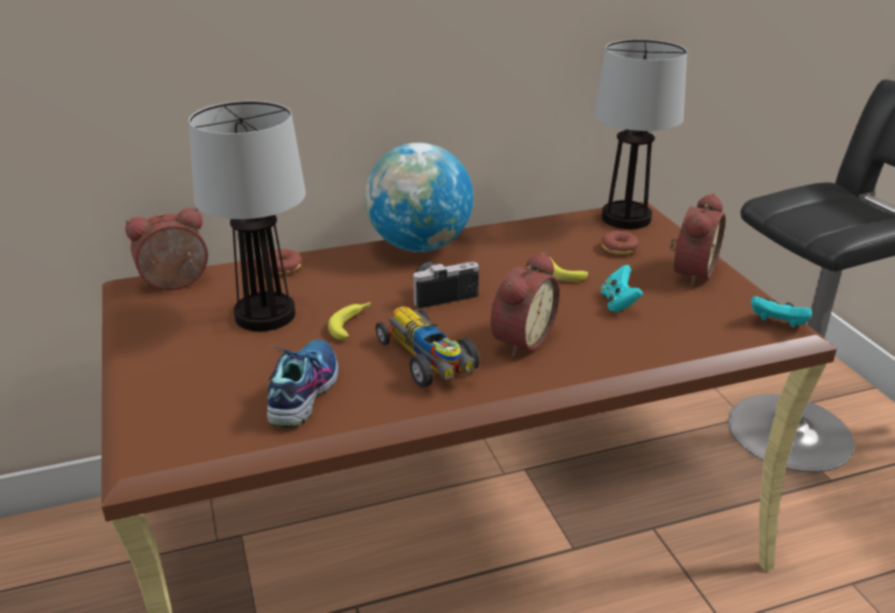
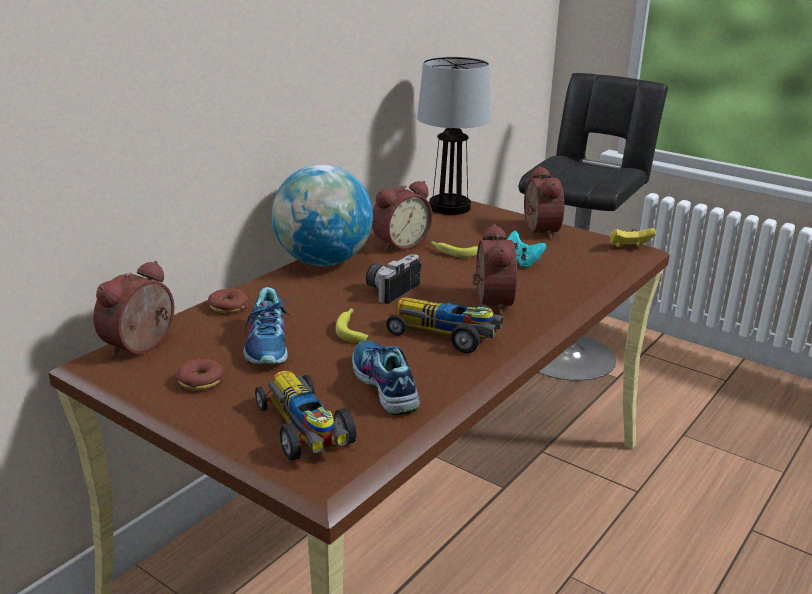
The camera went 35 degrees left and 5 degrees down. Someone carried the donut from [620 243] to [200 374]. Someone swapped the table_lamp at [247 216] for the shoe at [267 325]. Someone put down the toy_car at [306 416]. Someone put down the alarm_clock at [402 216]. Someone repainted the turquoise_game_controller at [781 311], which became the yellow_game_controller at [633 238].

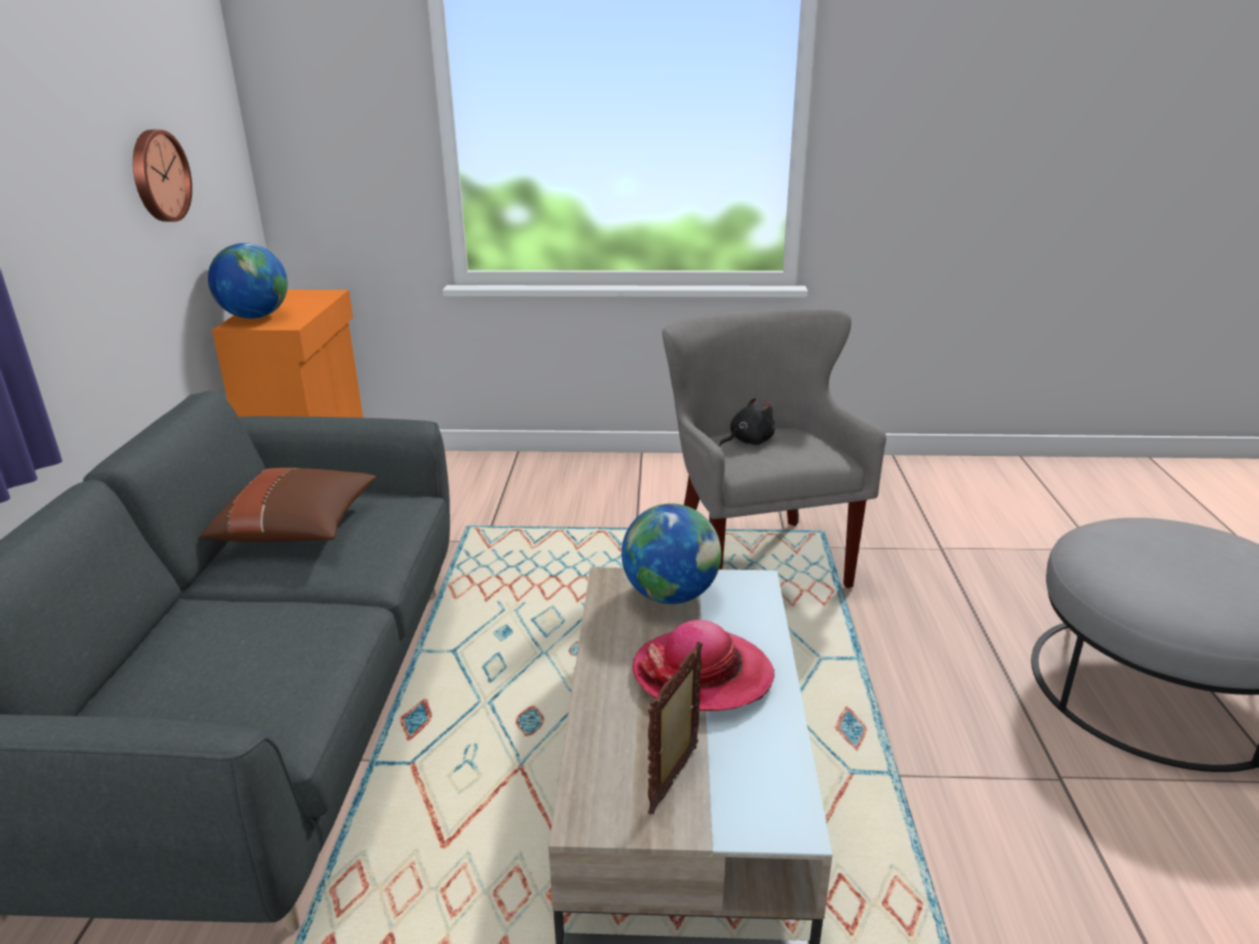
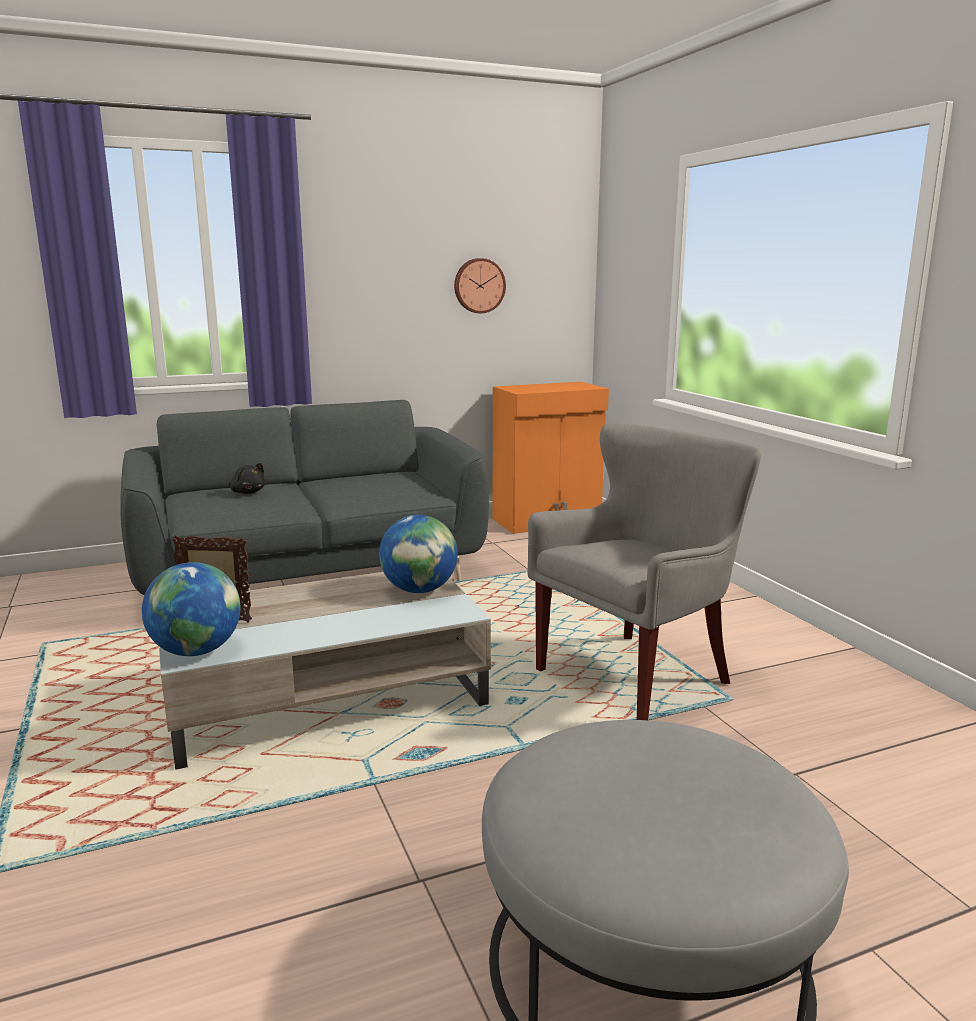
The camera went 65 degrees right and 10 degrees down. Someone carried the globe from [248 281] to [191 609]. Someone carried the black_plush_toy from [747 422] to [247 478]. Someone took away the brown_pillow at [288 505]. Someone took away the hat at [703 665].

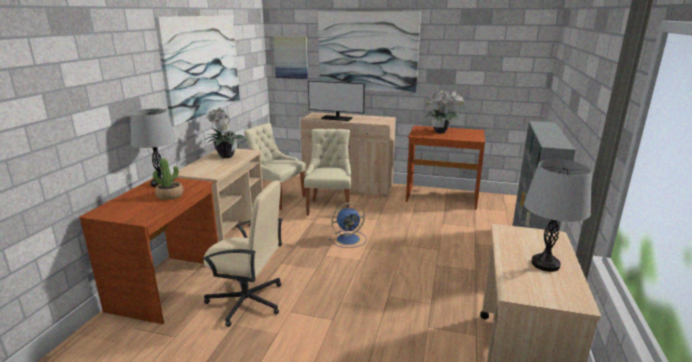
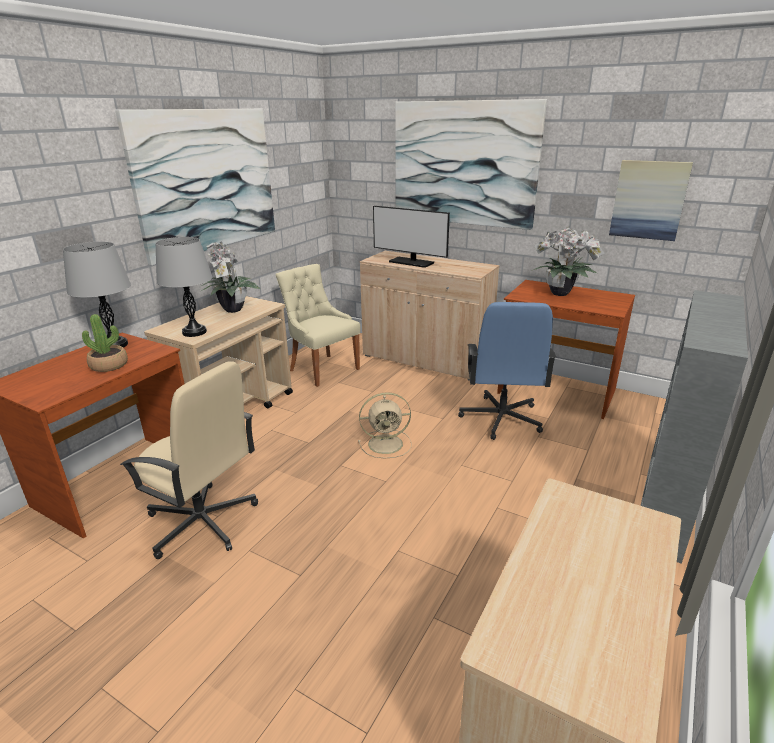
The camera went 15 degrees right and 5 degrees up. Someone carried the grey_table_lamp from [558 215] to [184 287]. Someone repainted the blue_fan at [347 225], which became the beige_fan at [385 425]. Someone put down the blue_office_chair at [507 371]. Someone carried the picture from [290 57] to [651 200]. Someone took away the beige_chair at [327 172].

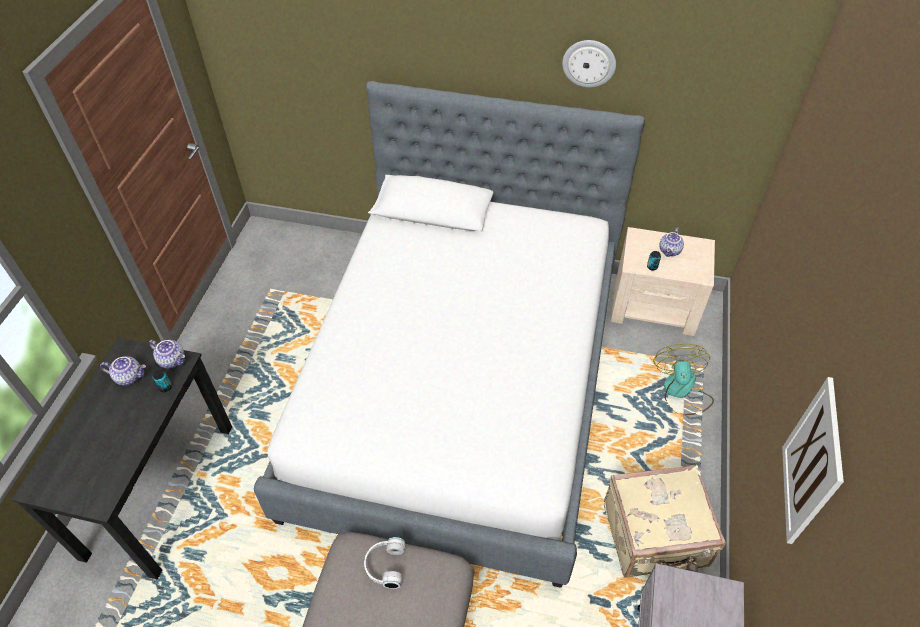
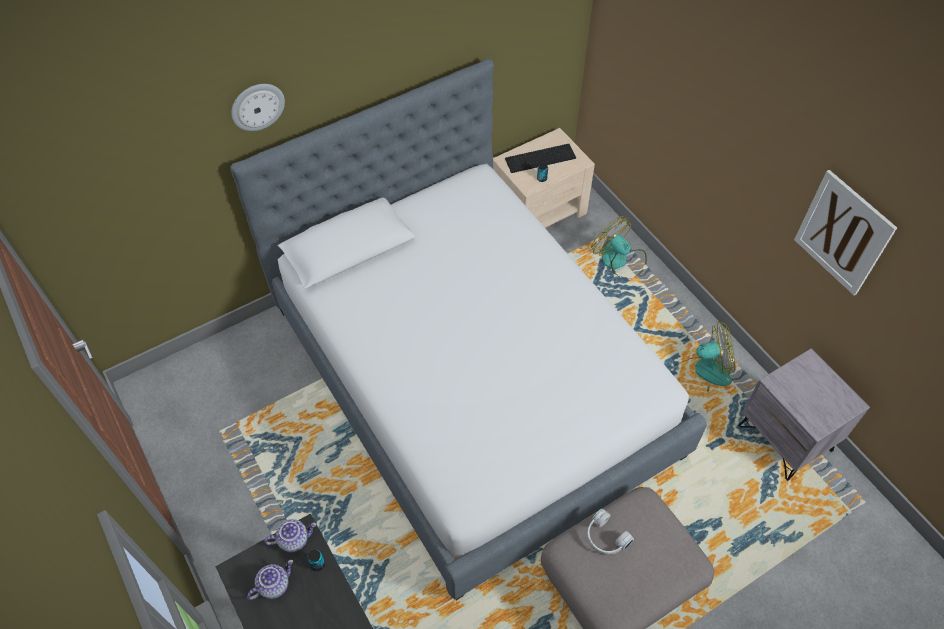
The camera went 45 degrees left and 5 degrees up. Someone carried the wall_clock from [589 64] to [258 107]. Someone swapped the teapot at [671 242] for the keyboard at [540 158]. Someone swapped the beige_suitcase at [665 521] for the fan at [706 357].

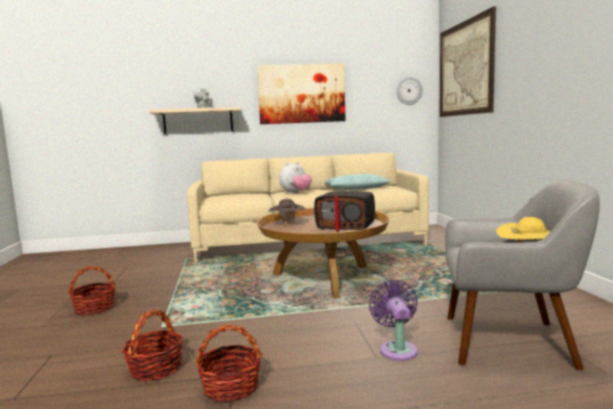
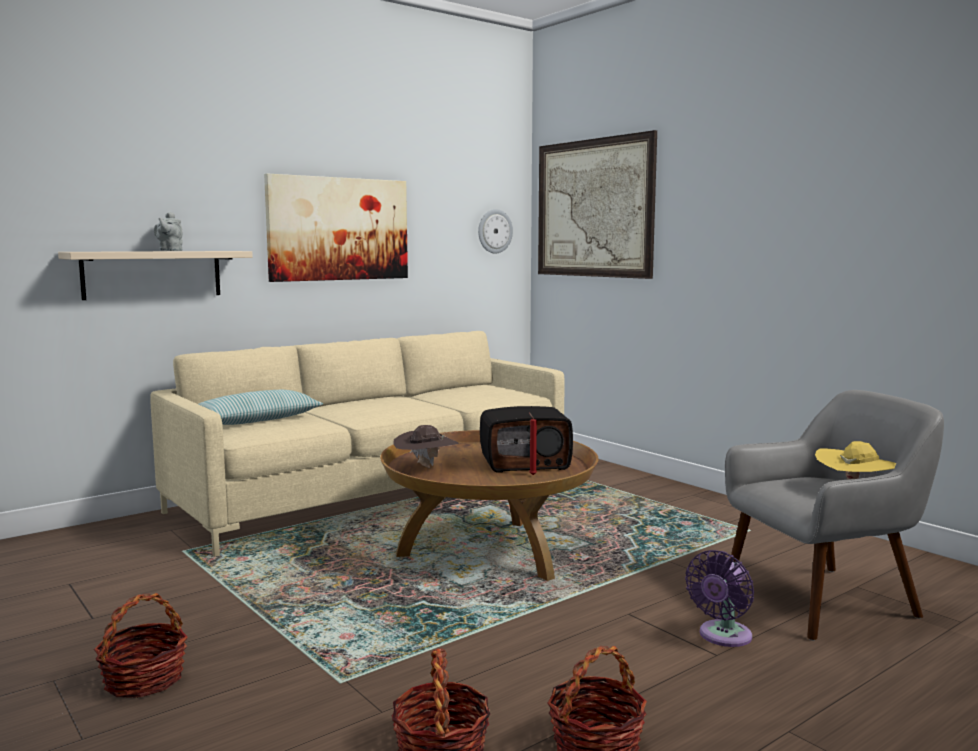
The camera went 30 degrees left and 0 degrees up. Someone carried the pillow from [358 182] to [261 407]. Someone rotated the purple_fan at [393 320] by 105 degrees counterclockwise. Someone took away the plush_toy at [295 178].

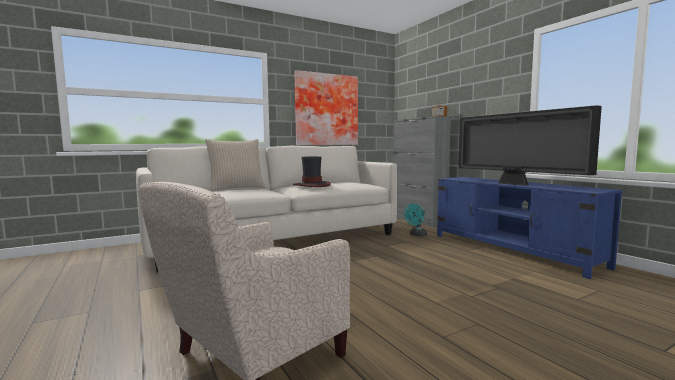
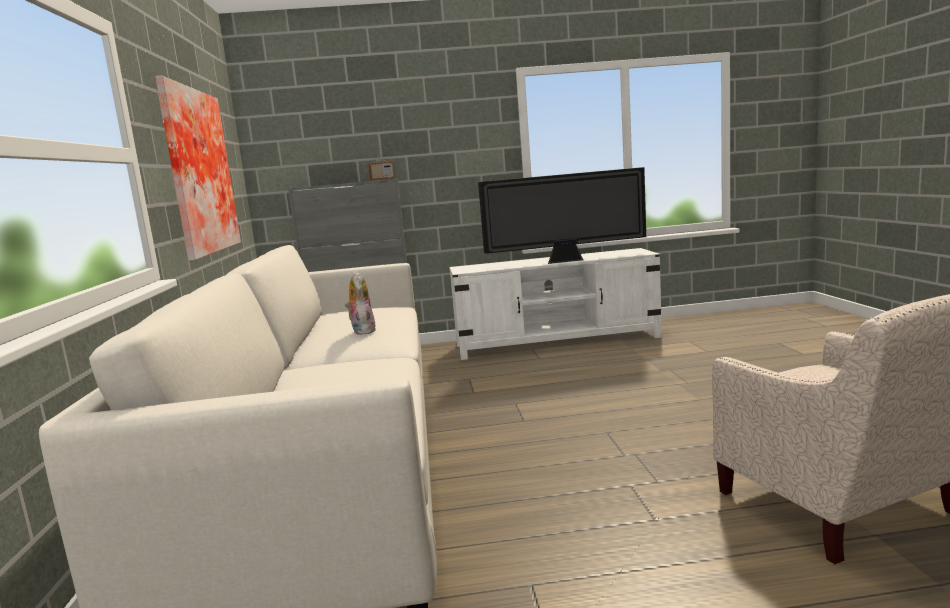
The camera went 65 degrees left and 5 degrees up. Someone swapped the hat at [312 171] for the plush_toy at [360 303]. Someone repainted the blue_tv_stand at [529 228], which became the white_tv_stand at [555 304]. Someone took away the beige_pillow at [235 165]. Someone took away the turquoise_fan at [415 219].

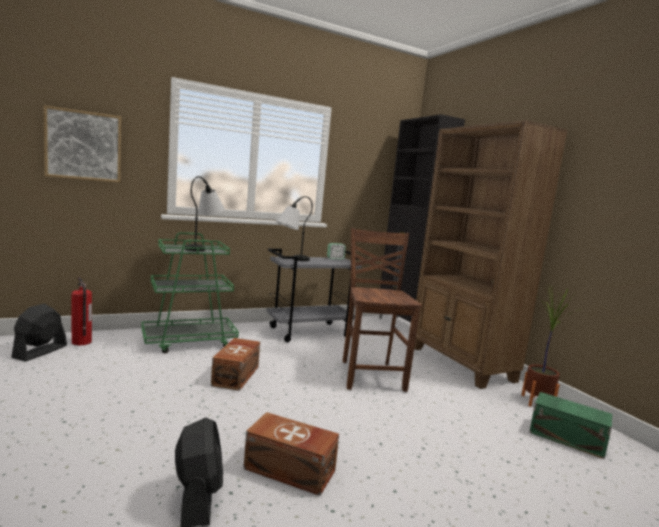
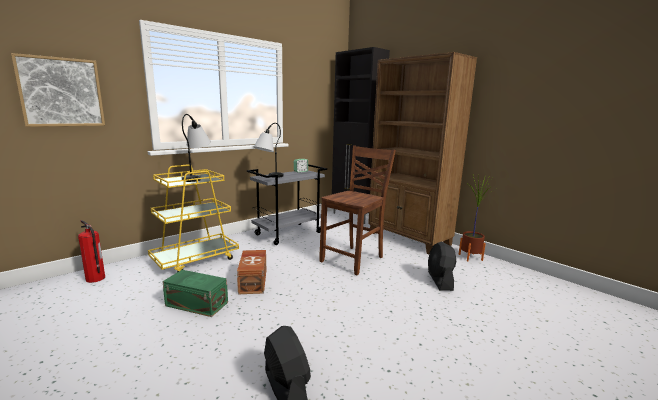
The camera went 15 degrees left and 5 degrees up. Someone repainted the green_cart at [190 292], which became the yellow_cart at [193 218]. Someone carried the green_storage_box from [570 425] to [195 293]. Someone rotated the brown_chair at [382 310] by 60 degrees clockwise. Someone carried the black_fan from [39 332] to [442 266]. Someone took away the brown_storage_box at [291 454].

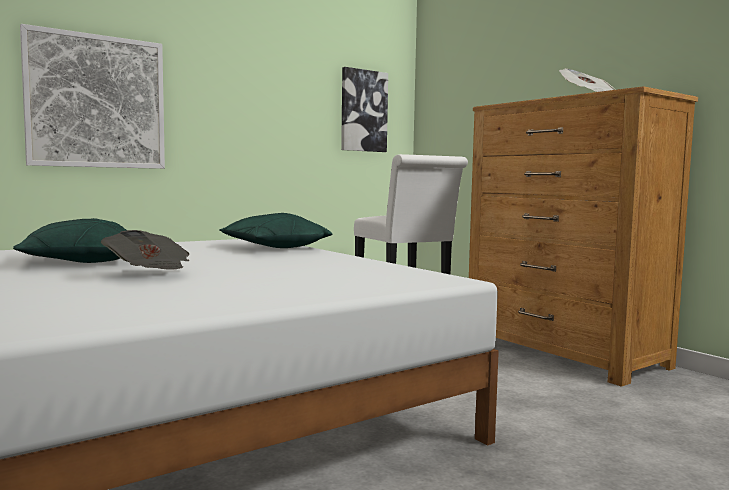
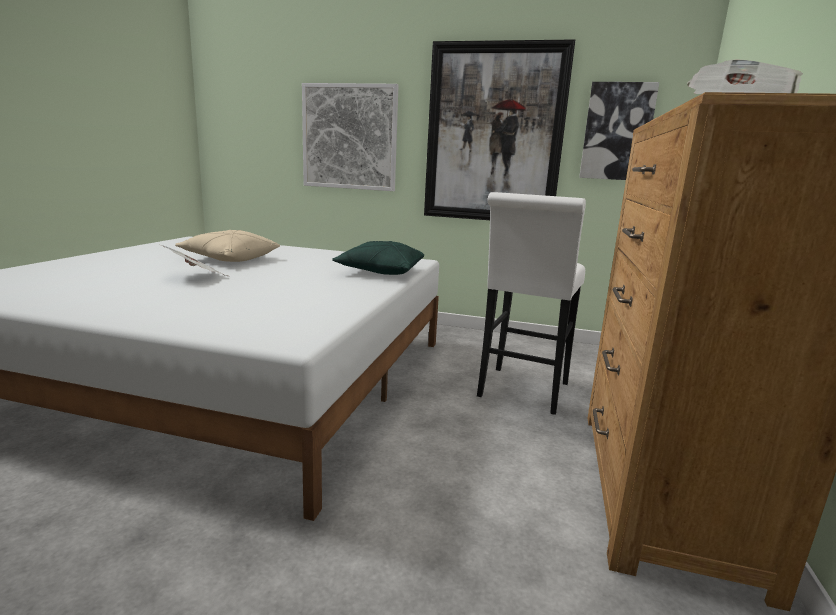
The camera went 50 degrees right and 10 degrees up. Someone repainted the green_pillow at [70 240], which became the beige_pillow at [227 246]. Someone put up the picture at [499 129].

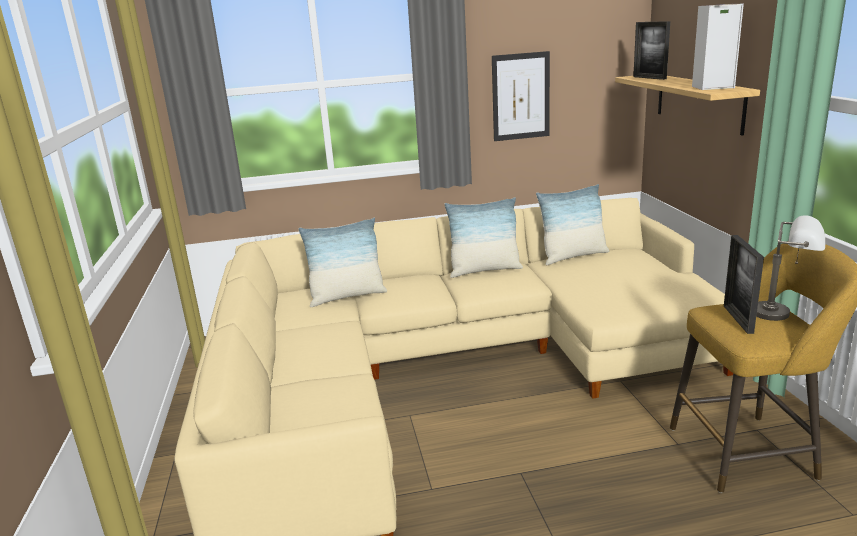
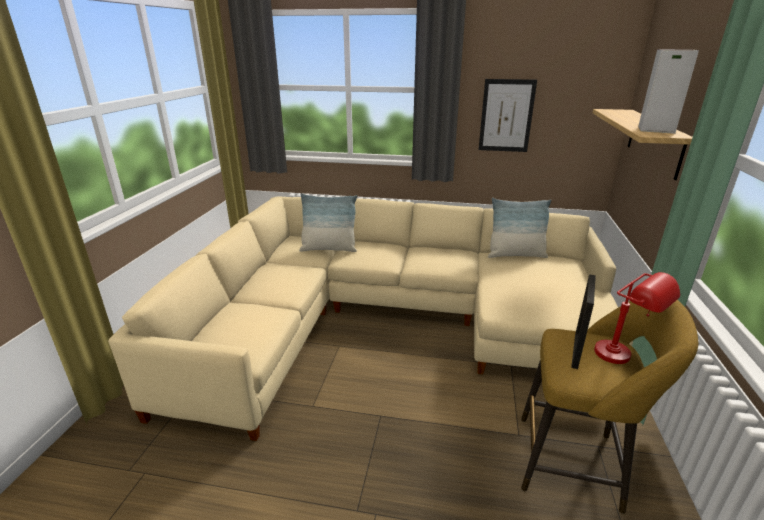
The camera went 20 degrees right and 5 degrees up. Someone repainted the grey_table_lamp at [790 268], which became the red_table_lamp at [637 318]. Someone took away the pillow at [483 237]. Someone took away the picture_frame at [651 50].

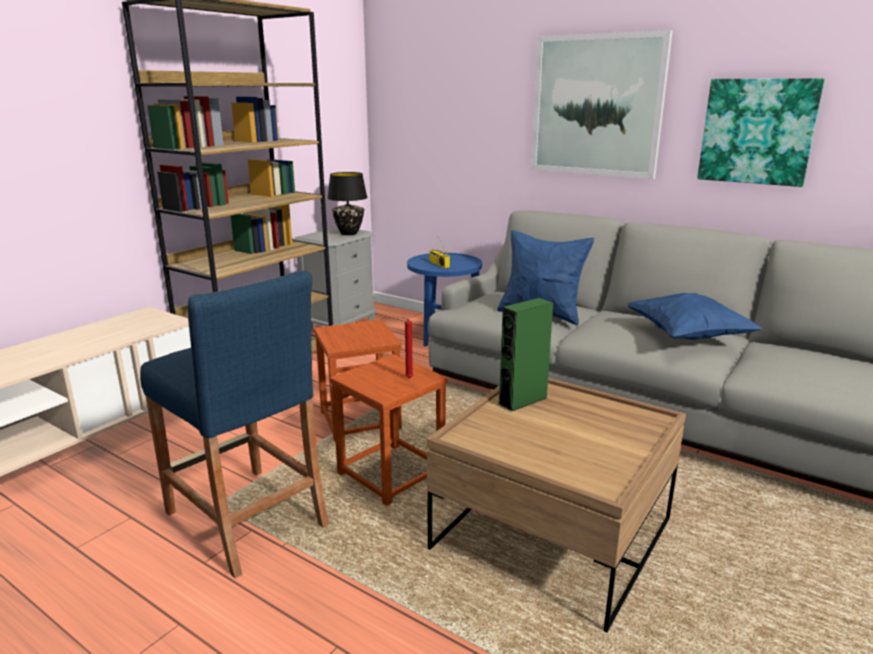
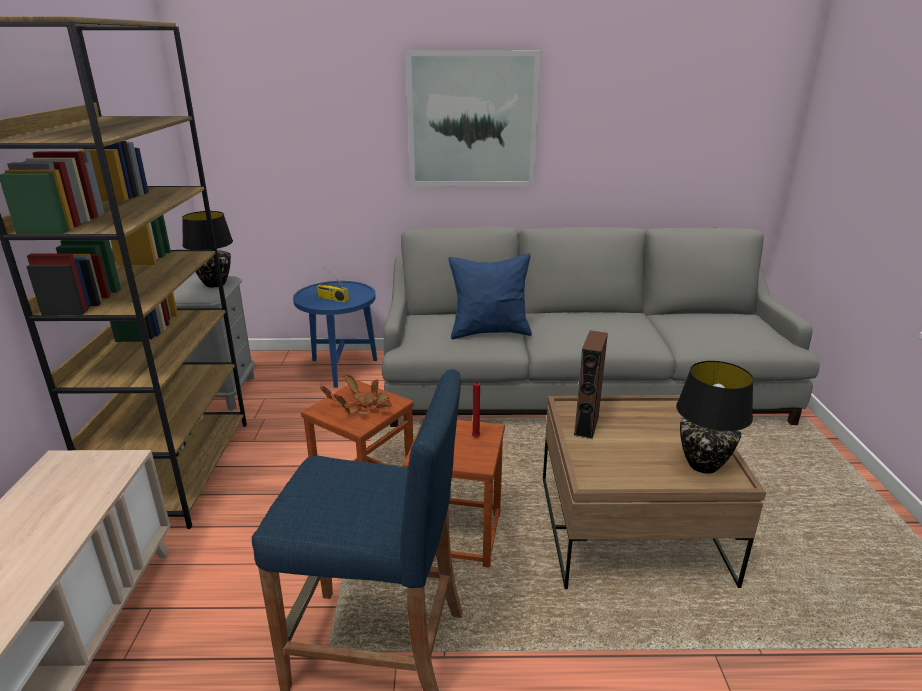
The camera went 35 degrees left and 5 degrees up. Someone put down the potted_plant at [356 394]. Someone repainted the green_speaker at [526 355], which became the brown_speaker at [591 385]. Someone put down the black_table_lamp at [715 417]. Someone took away the blue_pillow at [694 316]. Someone took away the picture at [760 132].

